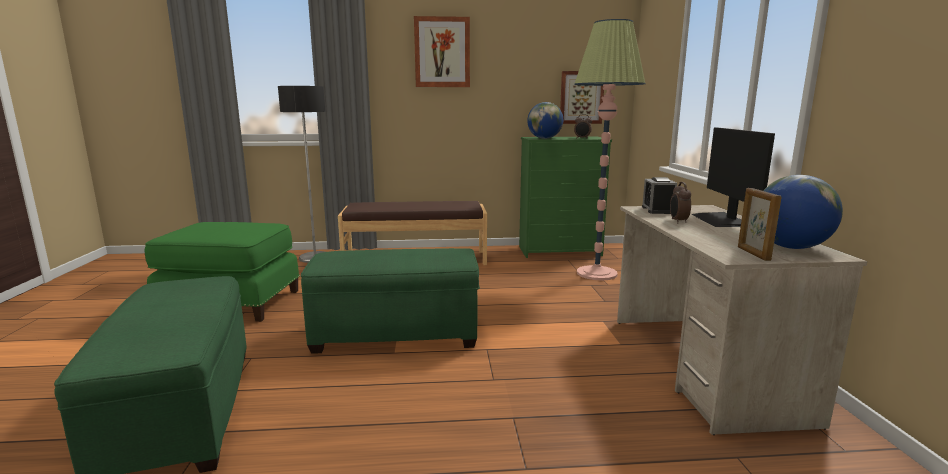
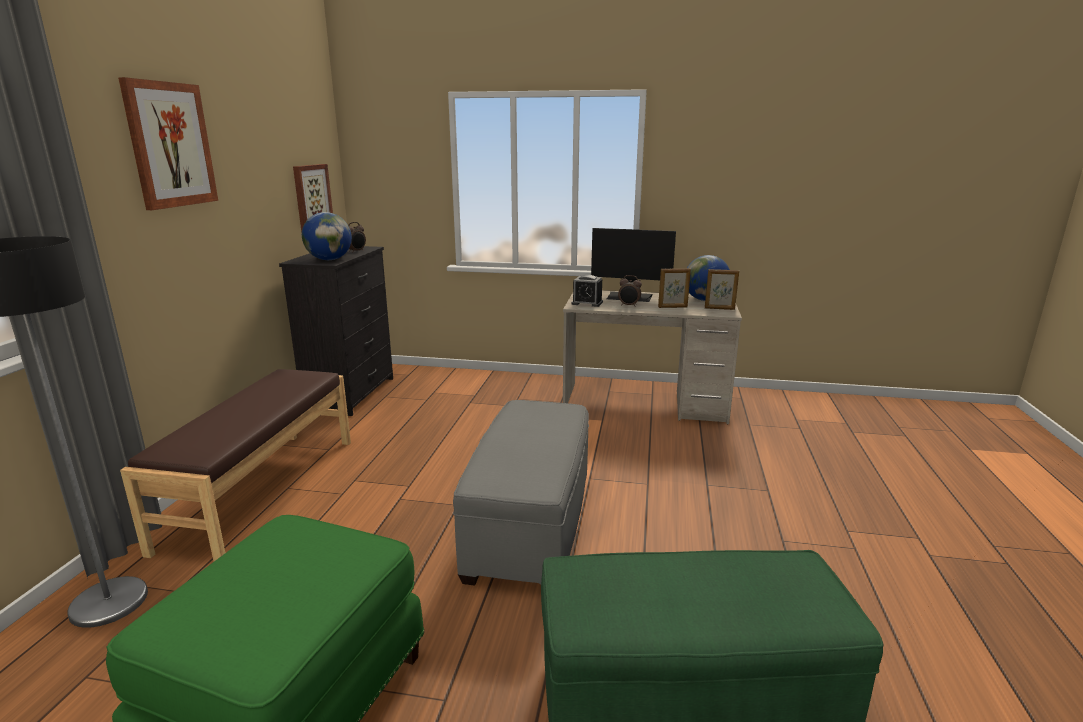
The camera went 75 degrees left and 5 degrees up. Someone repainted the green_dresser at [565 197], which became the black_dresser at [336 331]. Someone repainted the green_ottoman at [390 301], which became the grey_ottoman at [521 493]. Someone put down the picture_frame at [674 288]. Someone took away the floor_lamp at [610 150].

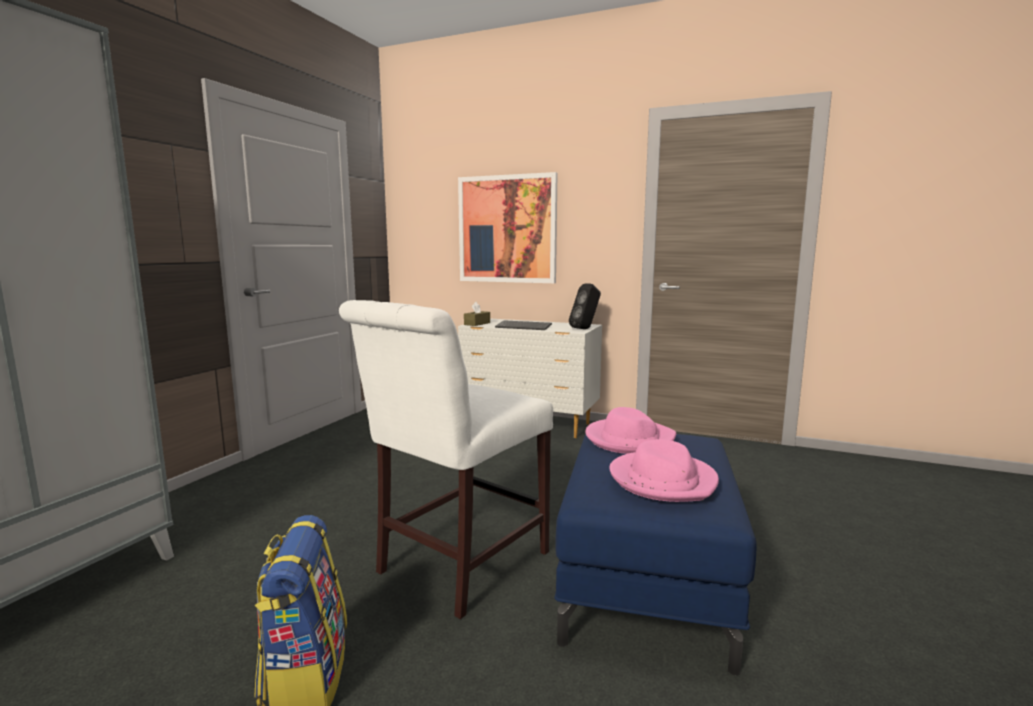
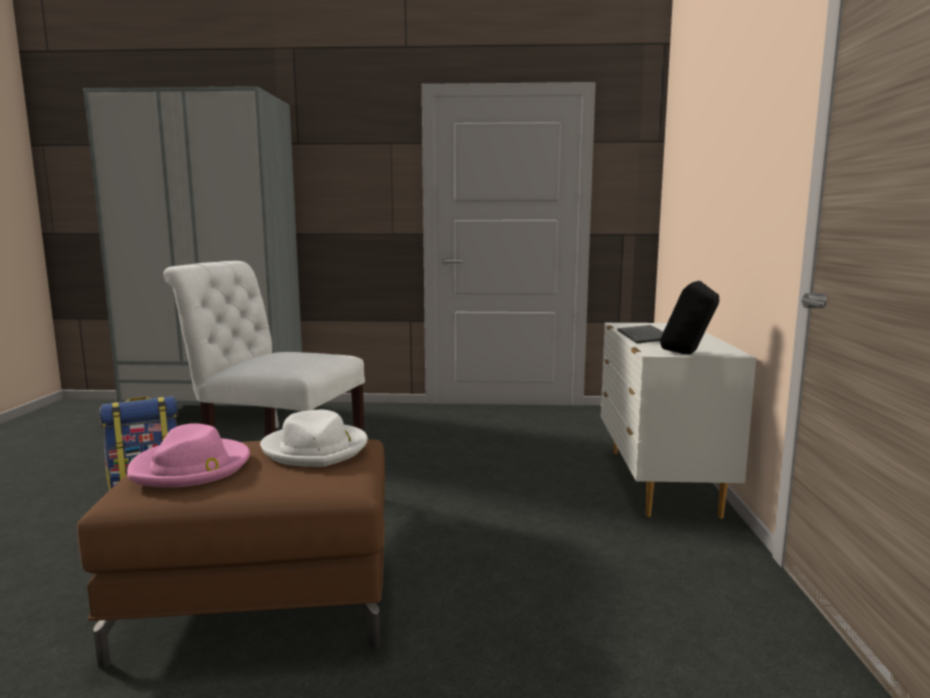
The camera went 70 degrees right and 0 degrees up. Someone repainted the blue_ottoman at [655 555], which became the brown_ottoman at [231 553]. Someone repainted the pink_hat at [630 430], which became the white_hat at [314 438]. Someone took away the picture at [507 227]. Someone took away the brown_tissue_box at [477 314].

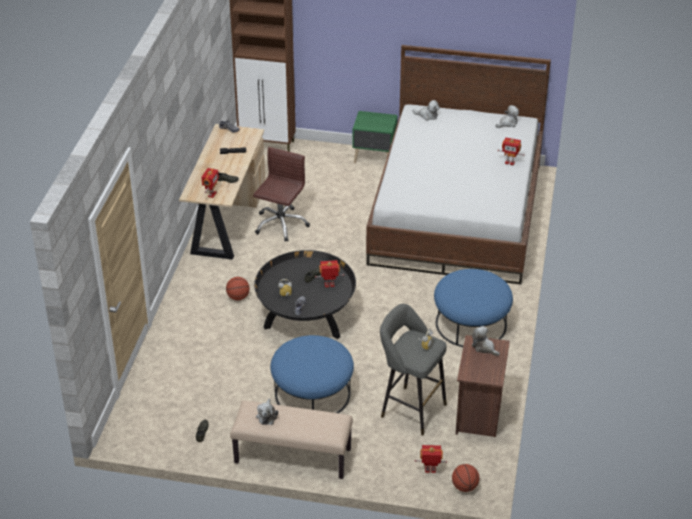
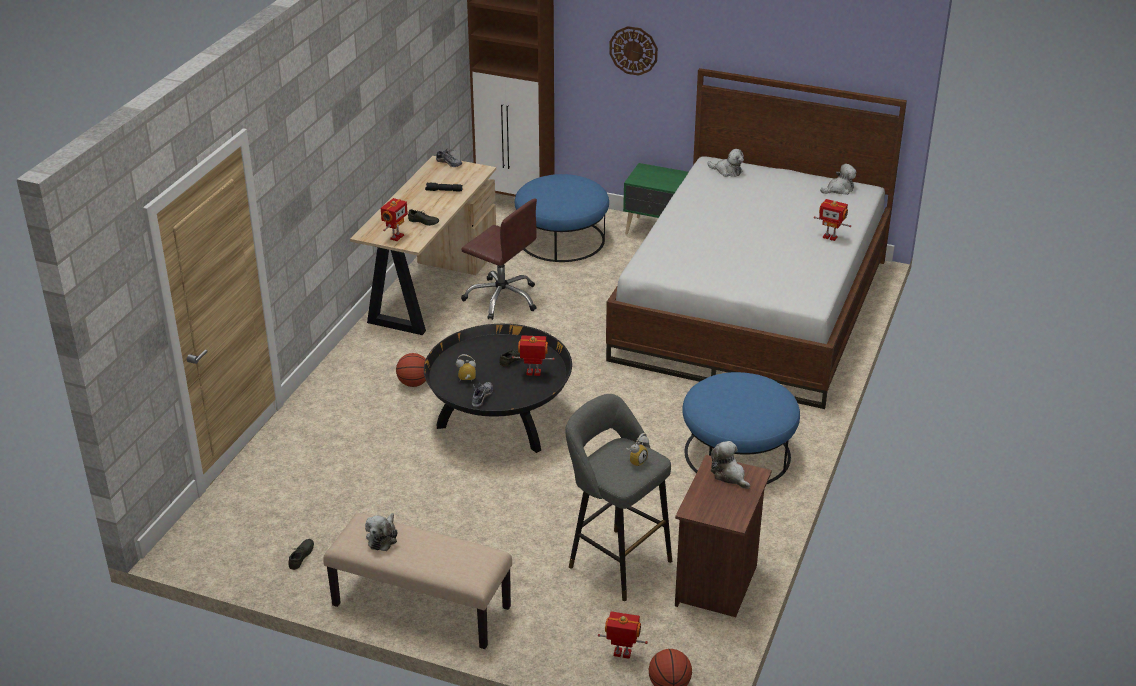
The camera went 10 degrees right and 5 degrees down. Someone rotated the brown_office_chair at [281 194] by 90 degrees clockwise. Someone carried the blue_ottoman from [312 374] to [562 218]. Someone put up the wall_clock at [633 51].

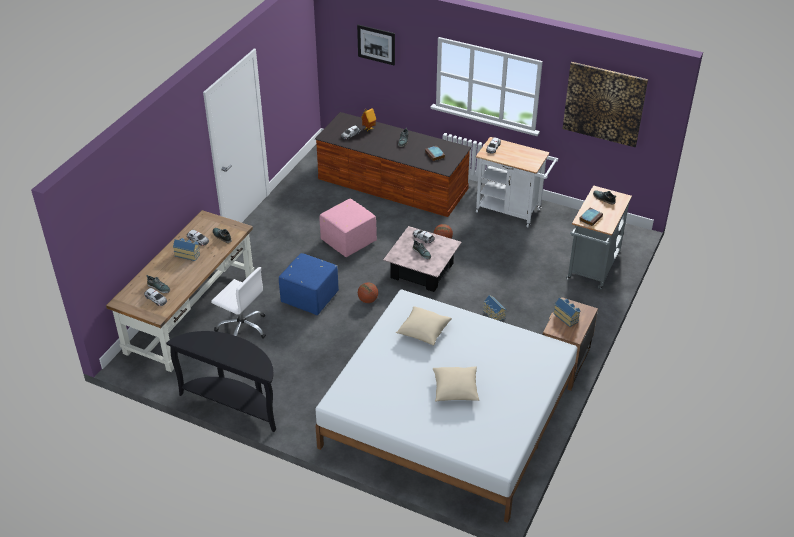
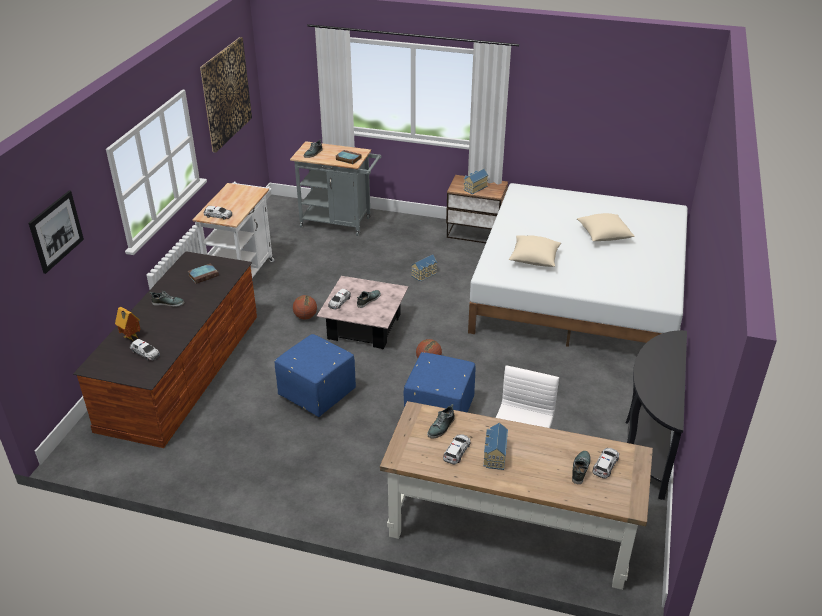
The camera went 100 degrees left and 5 degrees down. Someone repainted the pink_ottoman at [348 228], which became the blue_ottoman at [315 375].

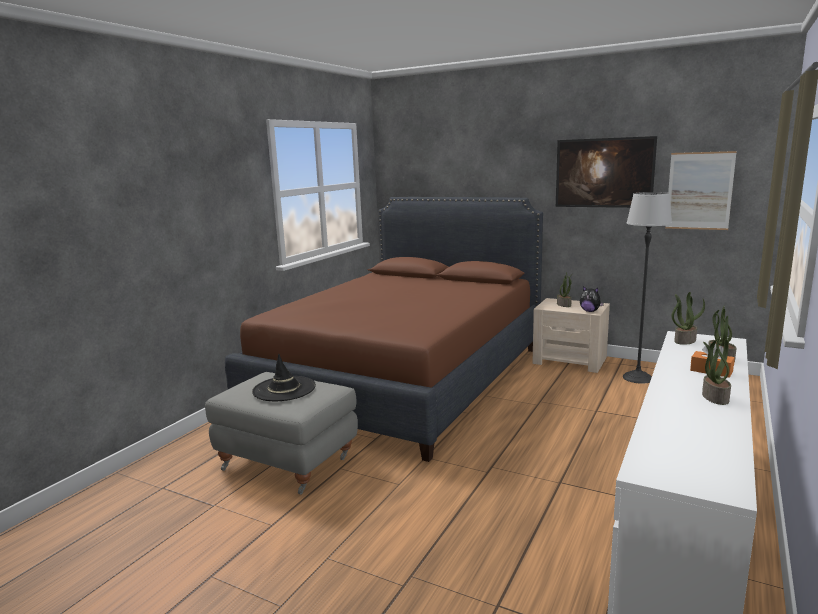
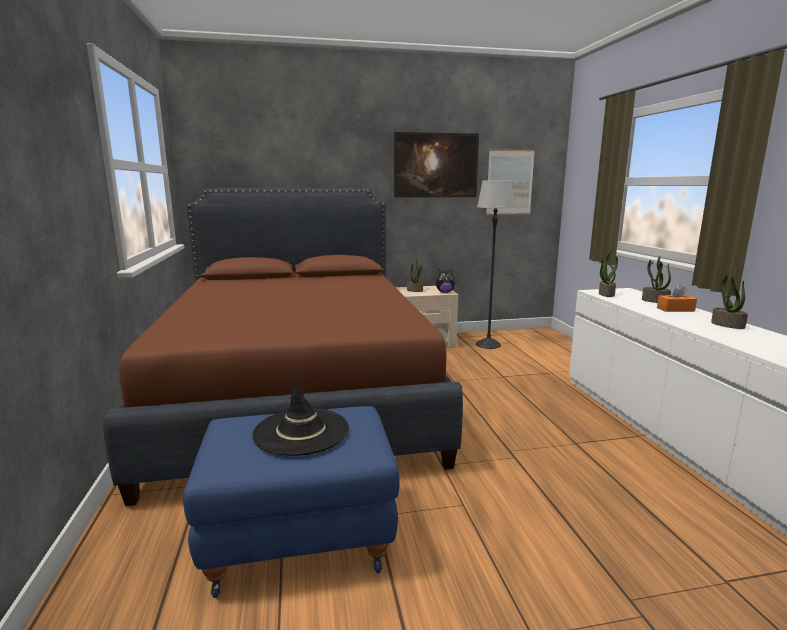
The camera went 40 degrees left and 0 degrees up. Someone repainted the grey_ottoman at [281 433], which became the blue_ottoman at [291 502].

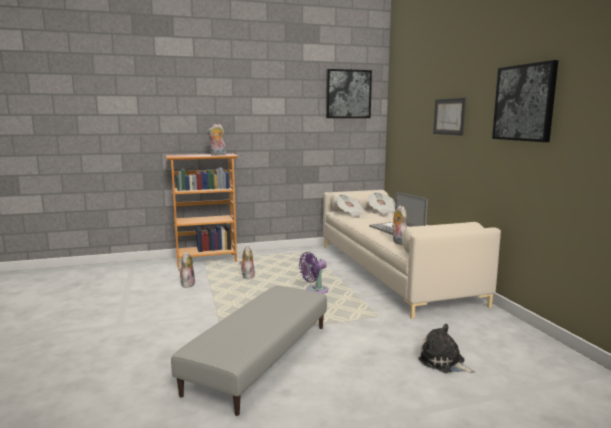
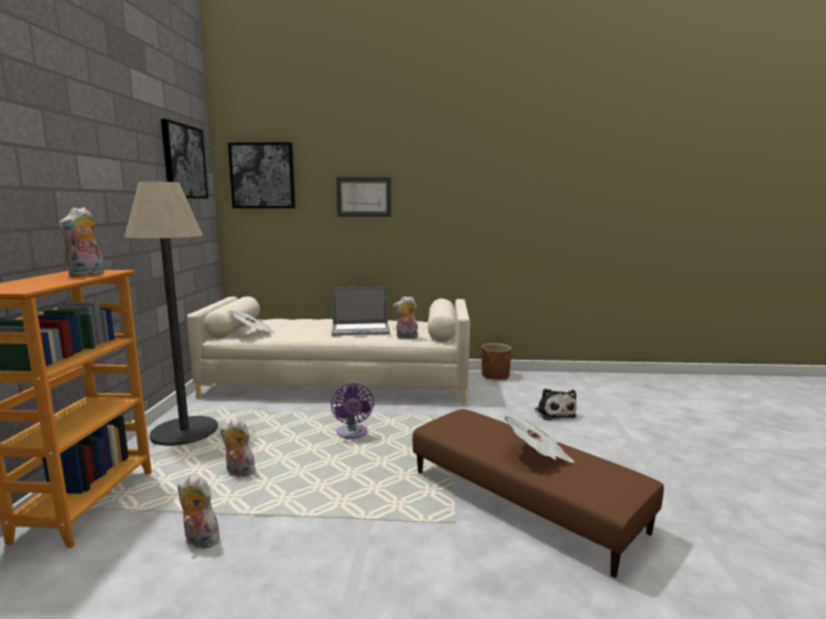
The camera went 70 degrees left and 0 degrees up. Someone put down the floor_lamp at [171 314]. Someone carried the picture from [525 101] to [262 175]. Someone repainted the grey_ottoman at [249 351], which became the brown_ottoman at [538 493]. Someone put down the brown_planter at [497 361]. Someone carried the newspaper from [381 203] to [538 438]. Someone rotated the plush_toy at [446 348] by 75 degrees counterclockwise.

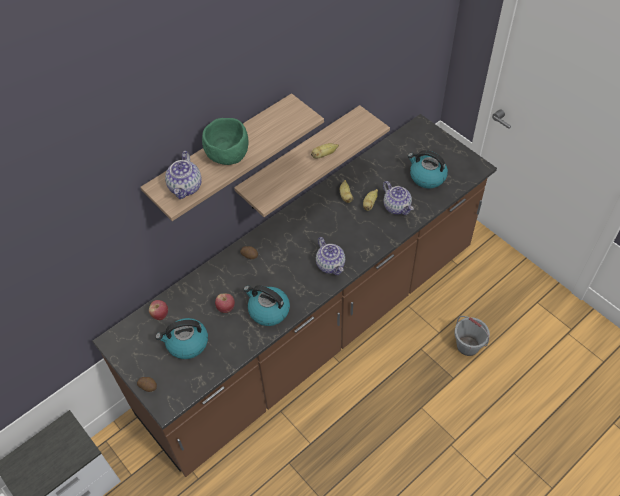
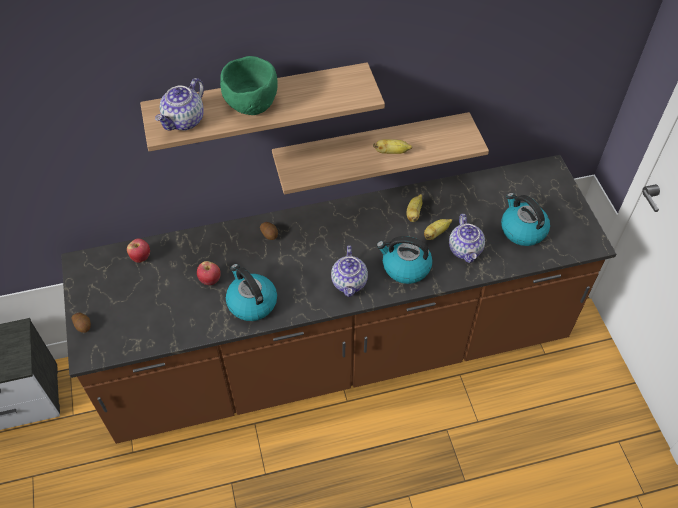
The camera went 25 degrees right and 0 degrees up. Someone carried the kettle from [181 338] to [404 260]. Someone took away the grey_bucket at [472 336].

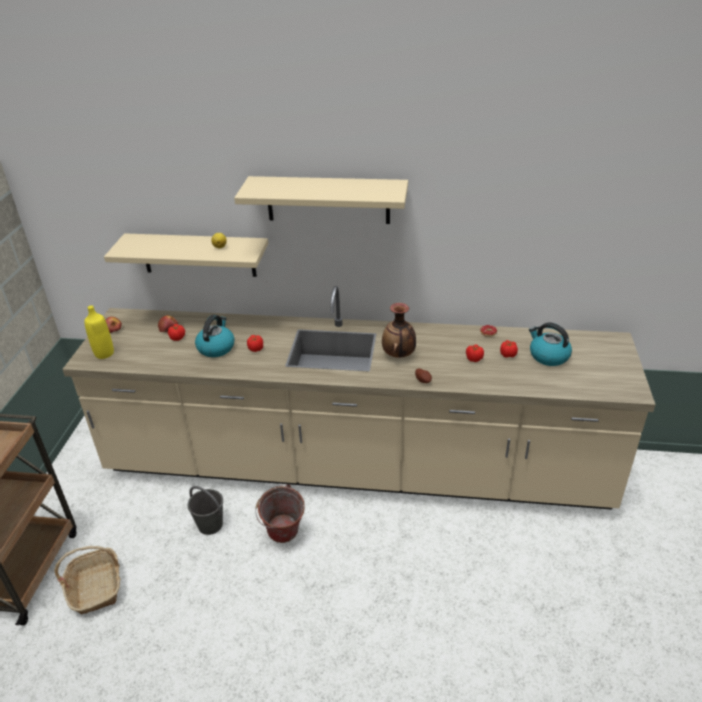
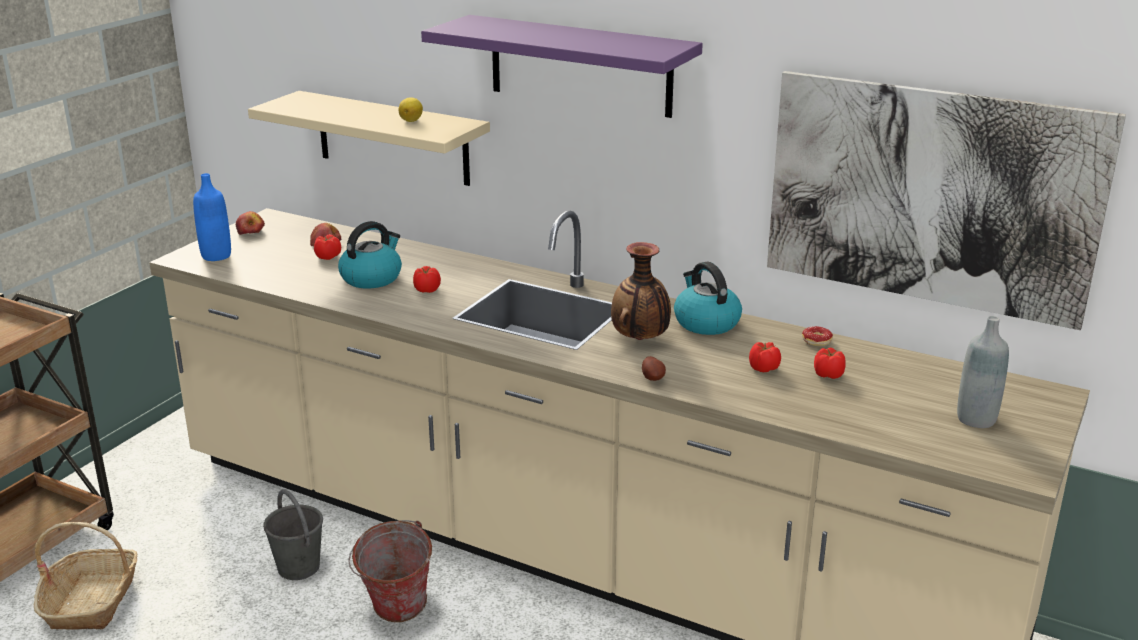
The camera went 20 degrees right and 10 degrees down. Someone repainted the yellow_bottle at [99 332], which became the blue_bottle at [212 217]. Someone repainted the beige_shelf at [321 200], which became the purple_shelf at [562 66]. Someone carried the kettle from [550 344] to [708 298]. Someone put up the picture at [946 200]. Someone put down the grey_bottle at [983 372].

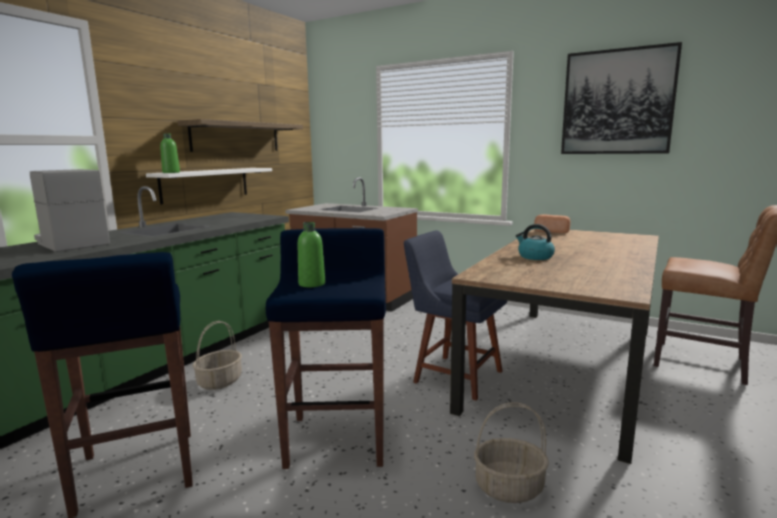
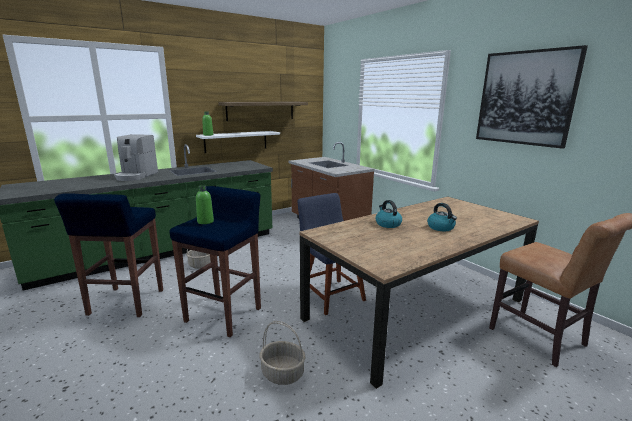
The camera went 25 degrees right and 5 degrees up. Someone rotated the coffee_machine at [70 210] by 150 degrees counterclockwise. Someone put down the kettle at [442 217]. Someone took away the bread at [552 224].

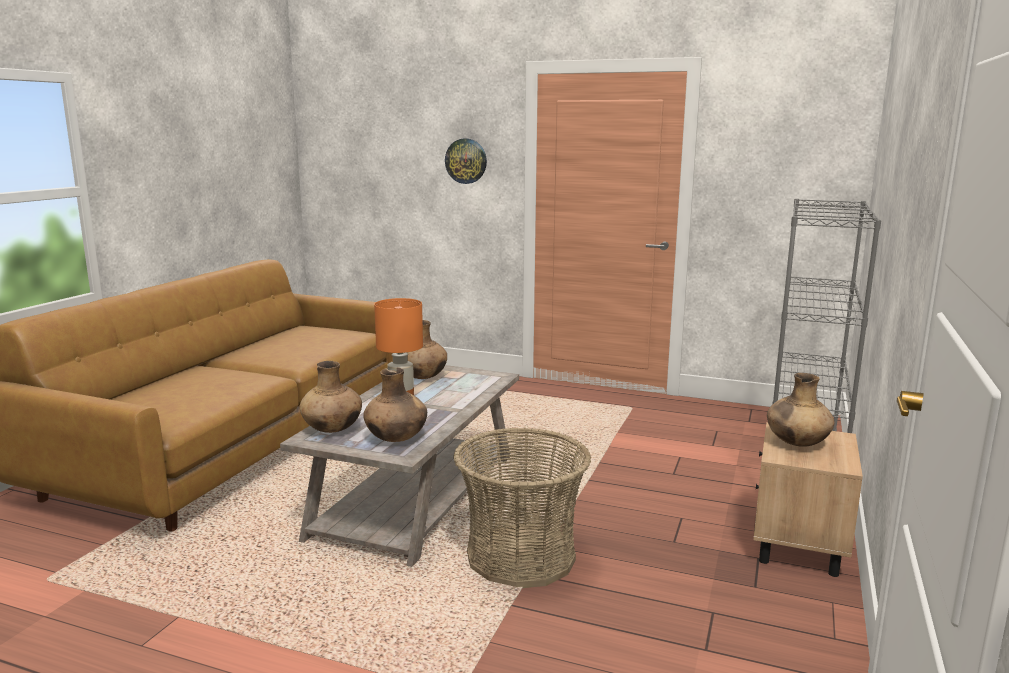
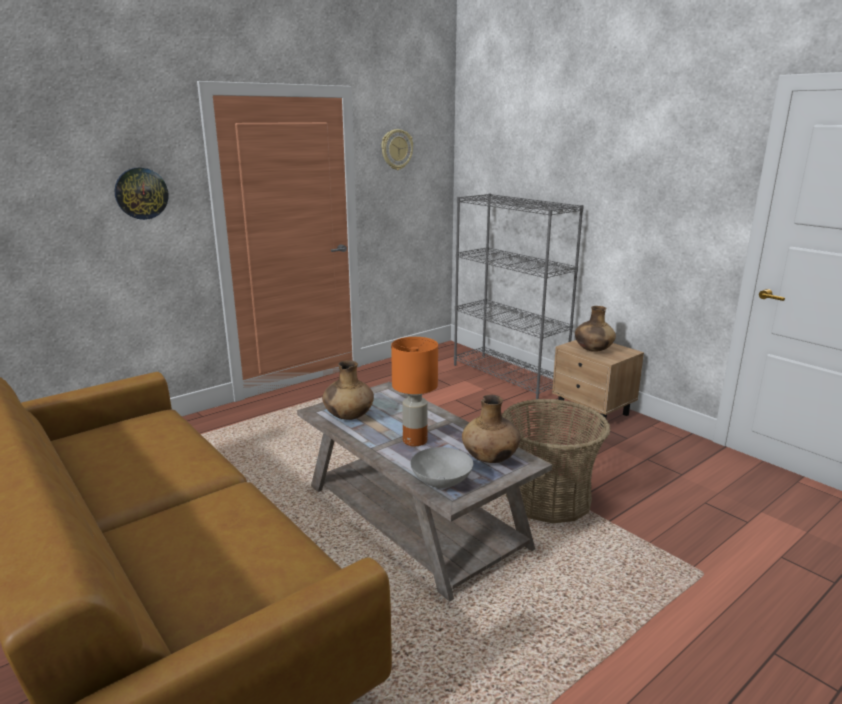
The camera went 60 degrees left and 5 degrees up. Someone put up the wall_clock at [397 149]. Someone swapped the brown_vase at [330 397] for the grey_bowl at [441 467].

